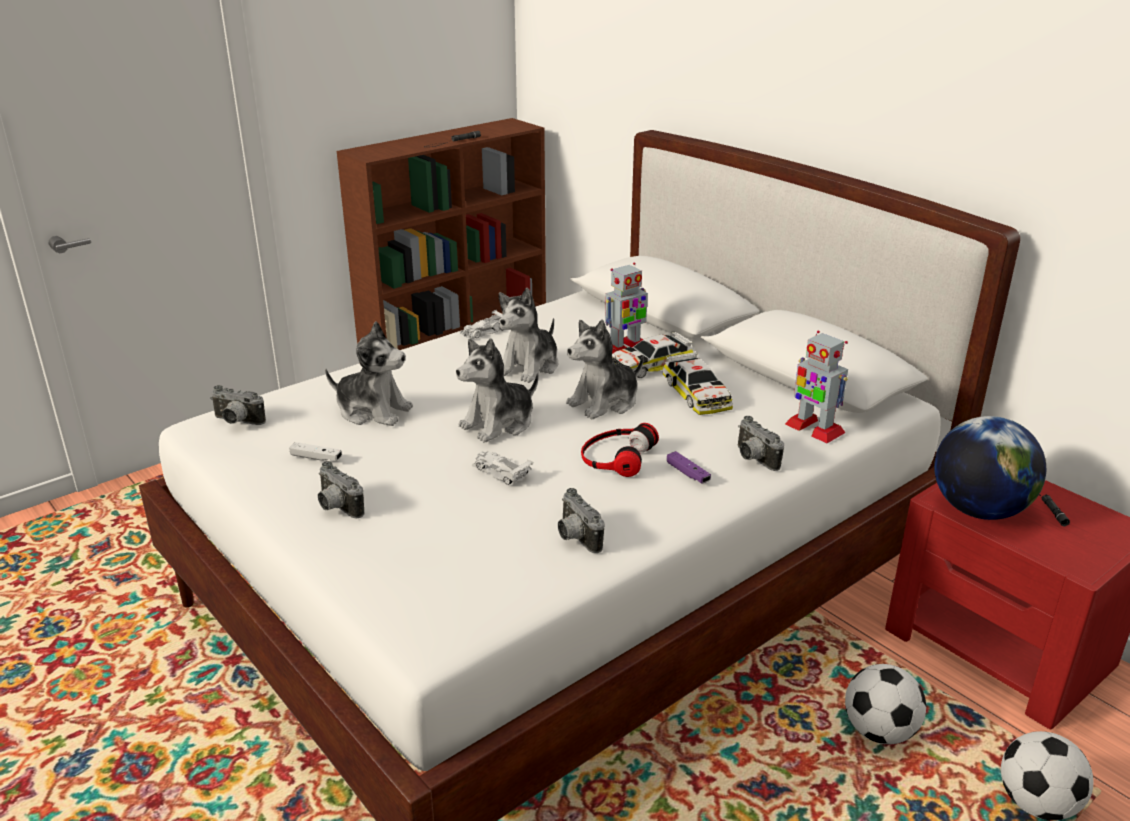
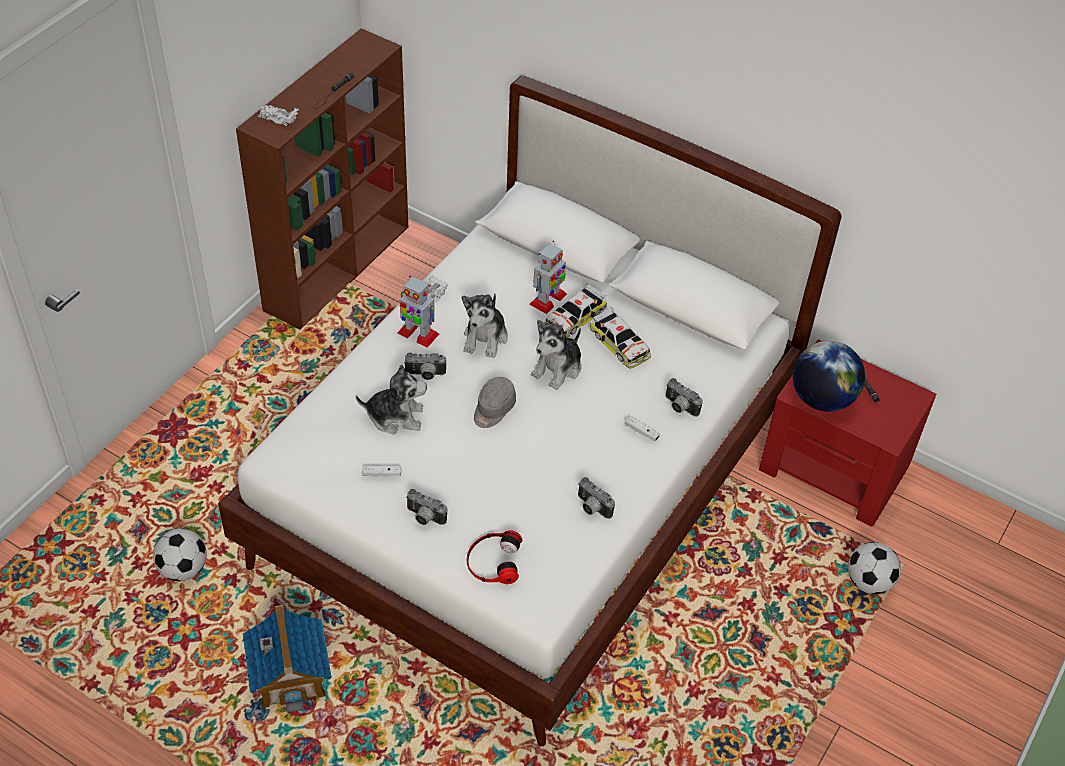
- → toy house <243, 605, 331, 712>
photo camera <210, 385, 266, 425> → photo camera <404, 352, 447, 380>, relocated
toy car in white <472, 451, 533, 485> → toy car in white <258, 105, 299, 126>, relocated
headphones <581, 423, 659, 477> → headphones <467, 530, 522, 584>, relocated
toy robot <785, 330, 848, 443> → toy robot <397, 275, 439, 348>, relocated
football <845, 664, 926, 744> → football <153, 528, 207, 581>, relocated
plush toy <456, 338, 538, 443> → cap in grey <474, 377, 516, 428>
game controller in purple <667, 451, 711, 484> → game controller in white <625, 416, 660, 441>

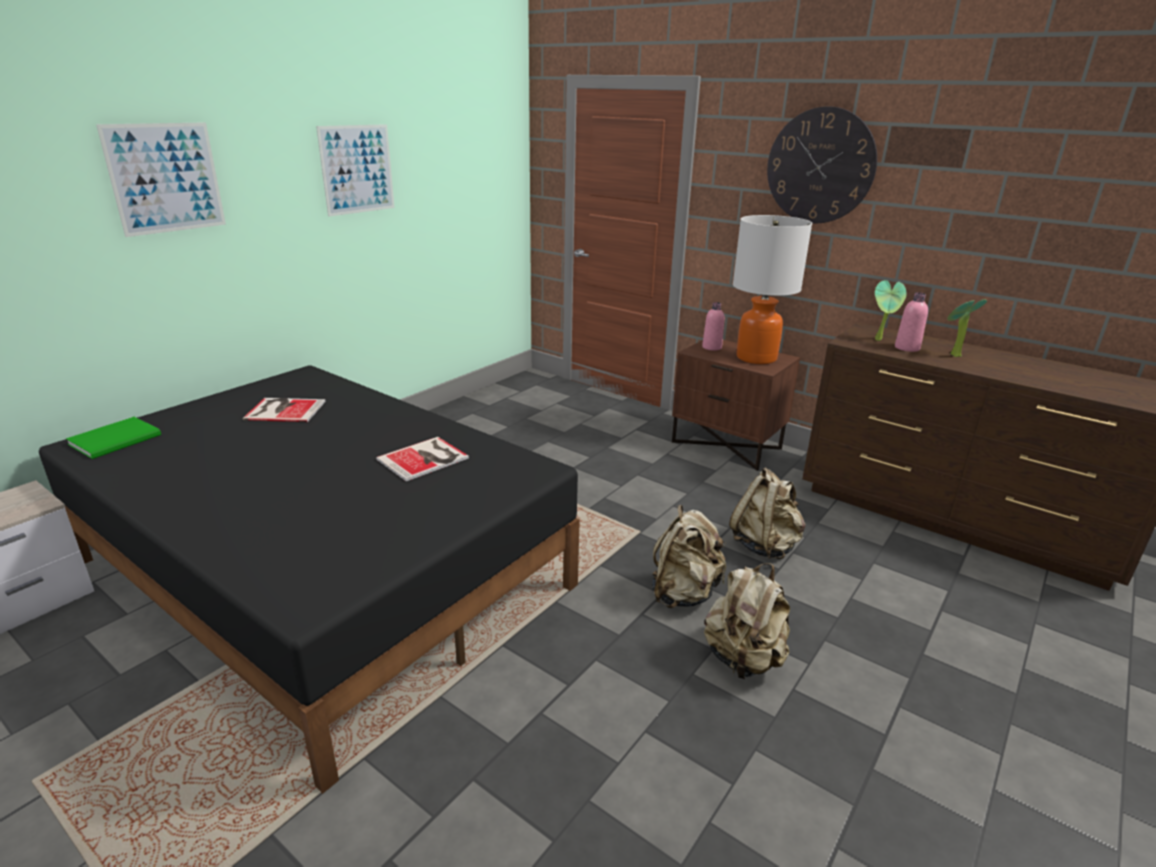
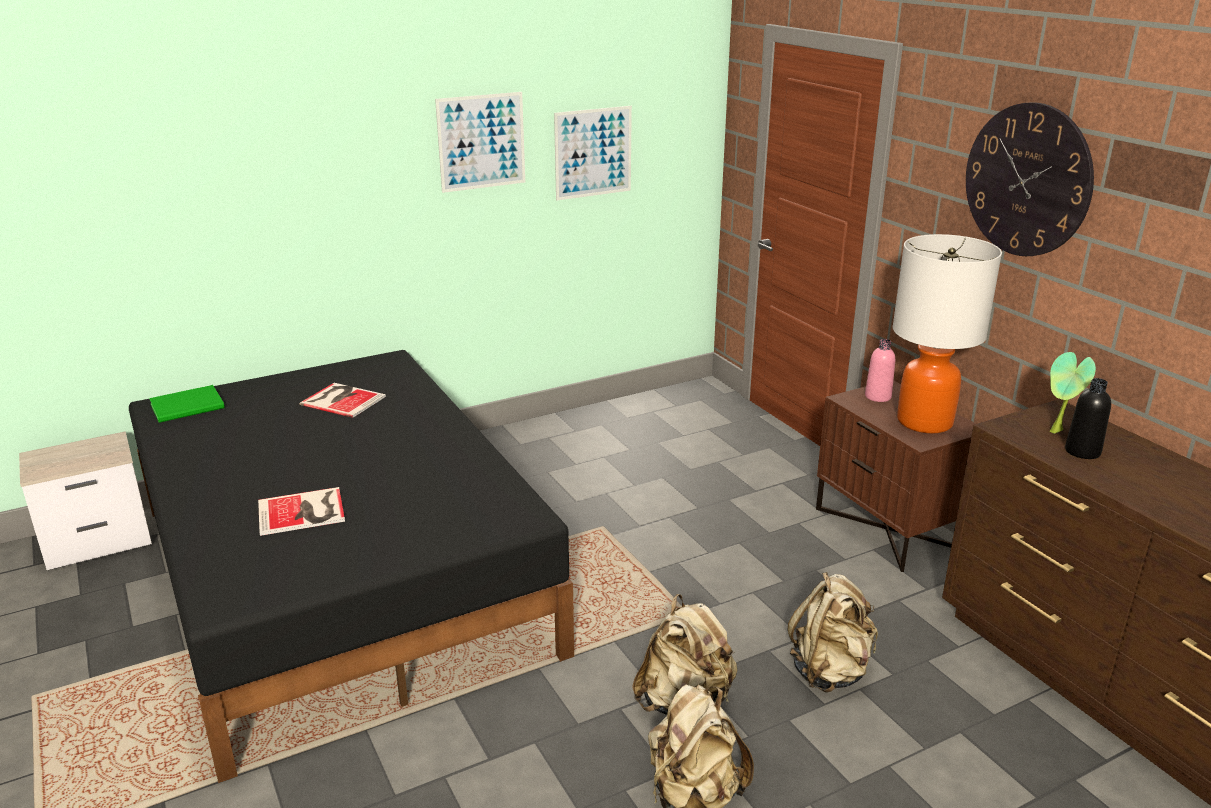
potted plant <947, 299, 987, 357> → -
picture <96, 122, 226, 237> → picture <554, 106, 632, 200>, relocated
book <376, 437, 469, 481> → book <258, 487, 345, 536>, relocated
bottle in pink <895, 292, 928, 352> → bottle in black <1065, 378, 1111, 459>

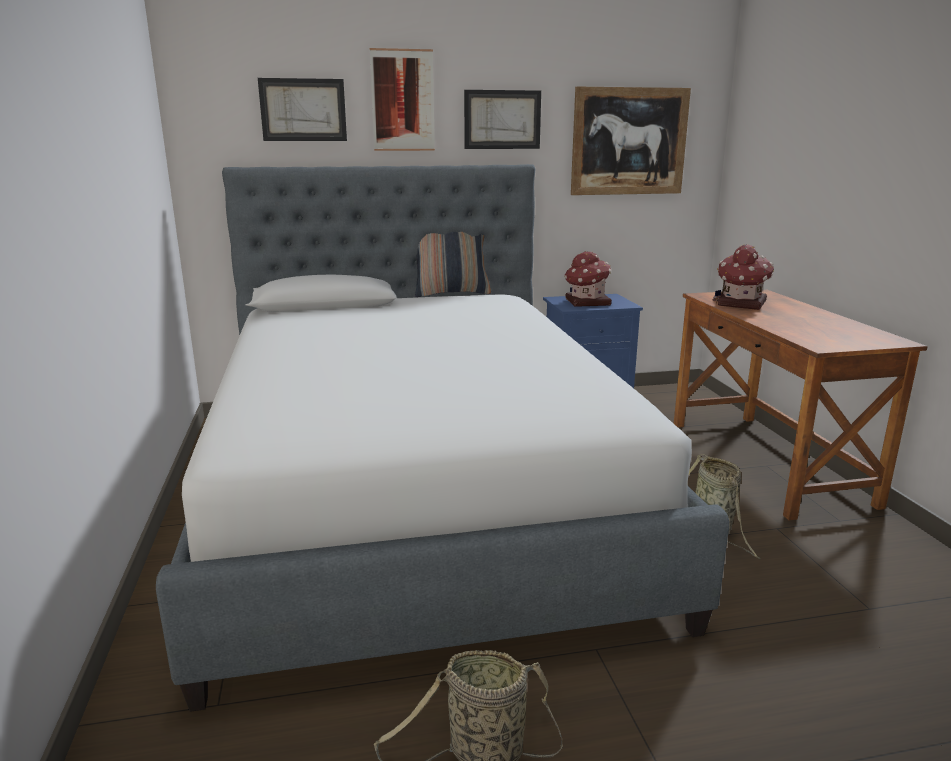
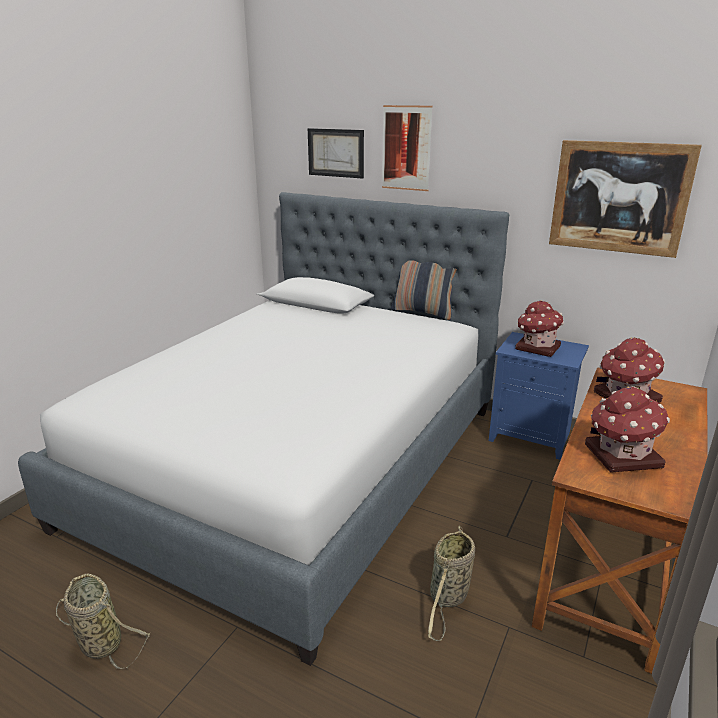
picture <464, 90, 541, 149> → -
- → toy house <585, 386, 670, 473>

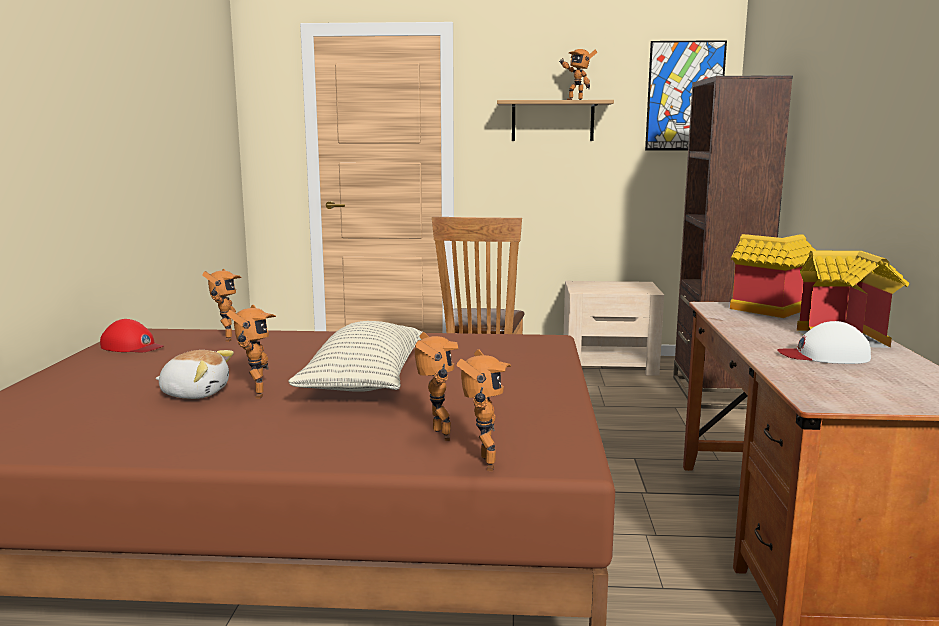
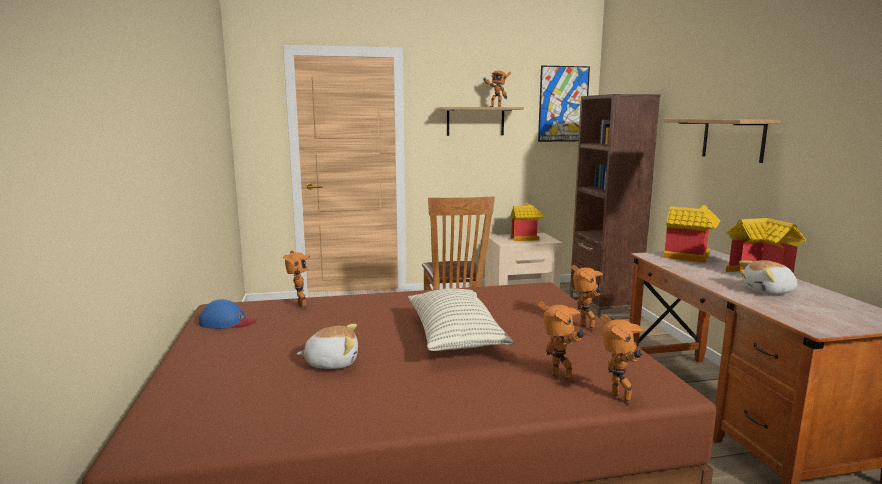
- → toy house <511, 203, 545, 241>
- → shelf <663, 119, 781, 163>
toy robot <227, 305, 276, 399> → toy robot <571, 265, 603, 331>, relocated
cap in white <777, 321, 871, 364> → plush toy <739, 260, 797, 295>
cap in red <100, 319, 164, 352> → cap in blue <199, 299, 257, 329>

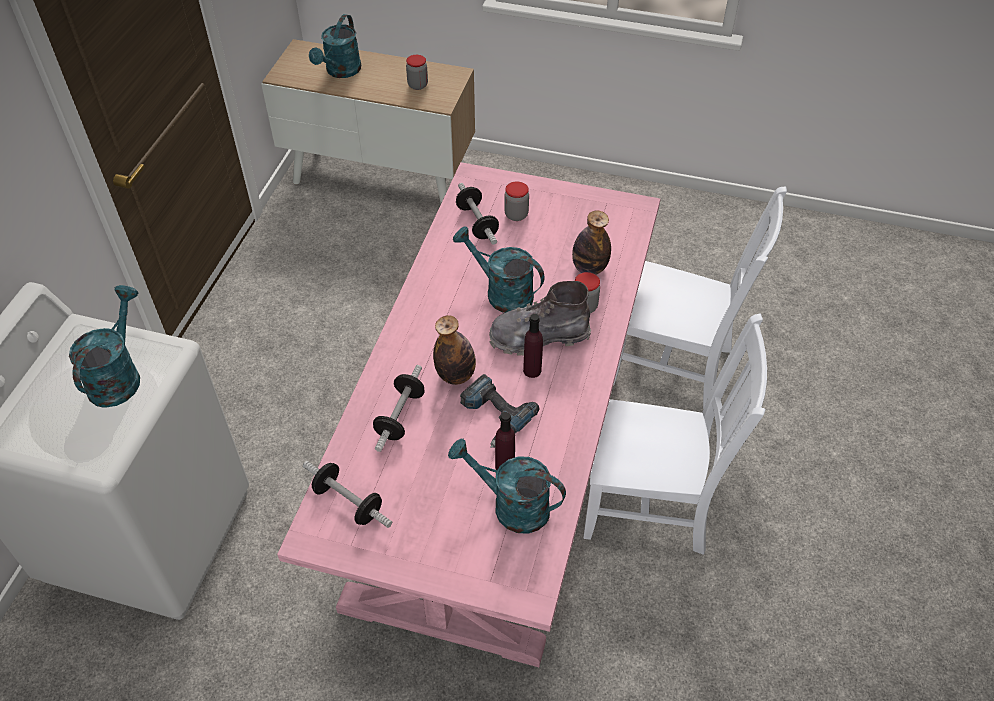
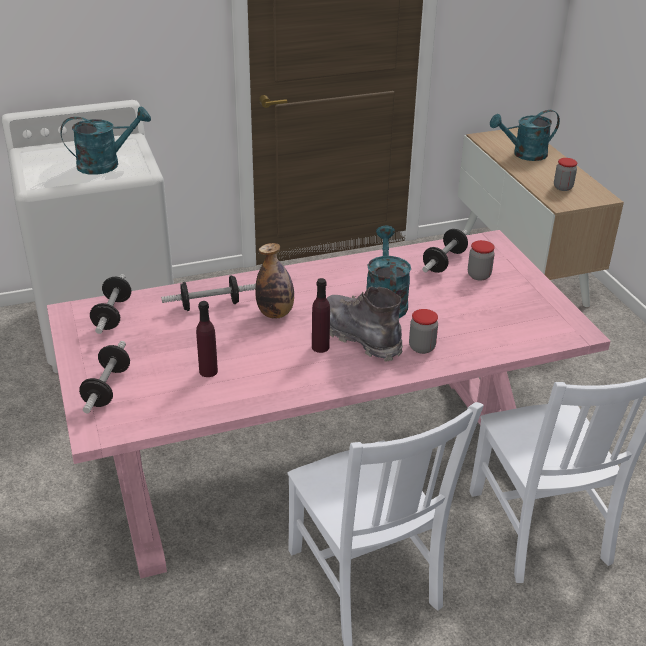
watering can in turquoise <448, 439, 566, 534> → -
power drill <460, 374, 539, 448> → -
bottle <572, 210, 611, 275> → -
- → dumbbell <79, 341, 130, 413>

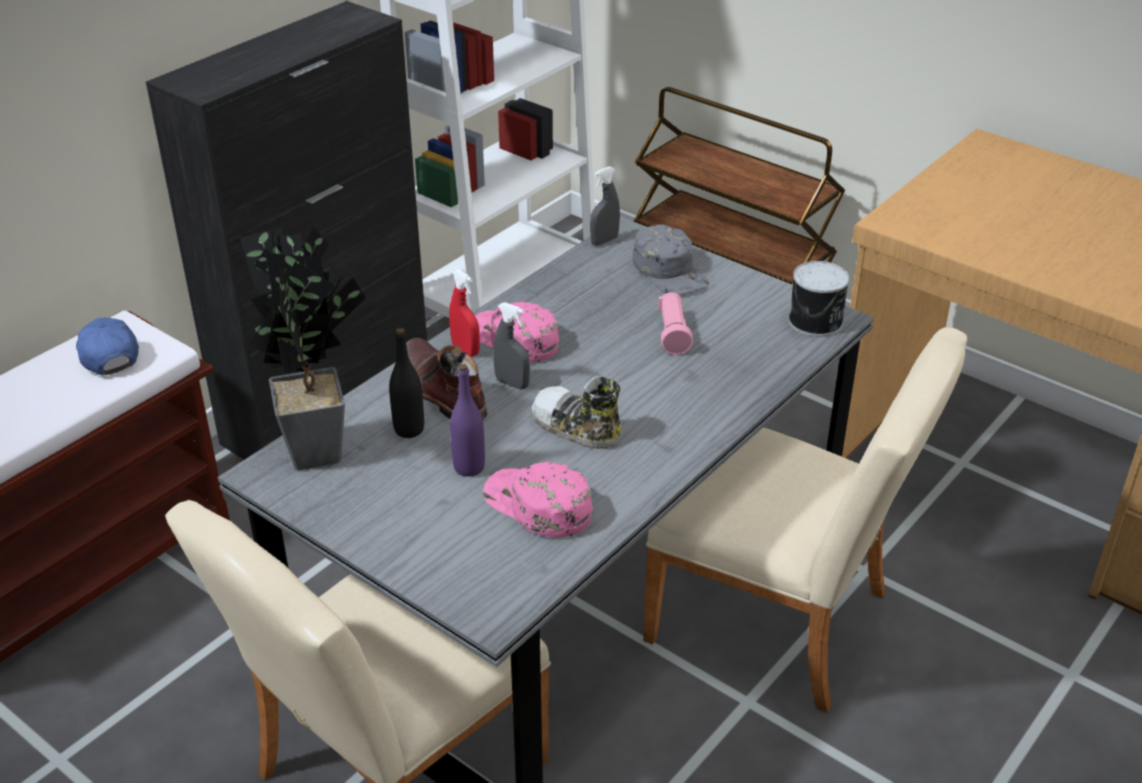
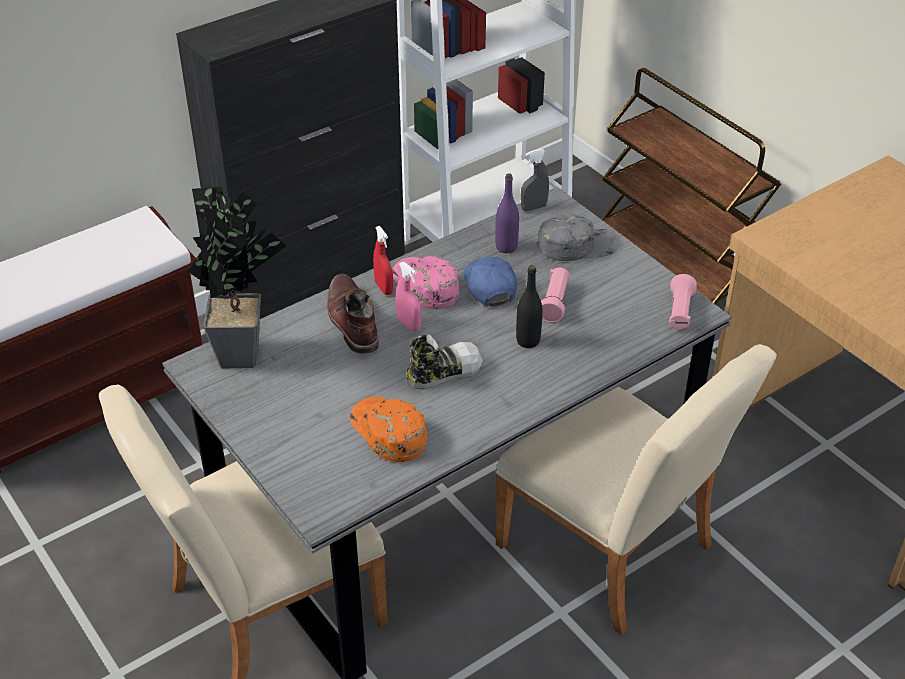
cap in blue <76, 318, 139, 375> → cap in blue <464, 256, 517, 307>, relocated
bottle in black <389, 328, 424, 438> → bottle in black <516, 265, 543, 348>, relocated
bottle in purple <450, 364, 485, 477> → bottle in purple <495, 173, 519, 253>, relocated
can <788, 261, 850, 337> → flashlight in pink <669, 274, 697, 330>
cap in pink <483, 462, 593, 537> → cap in orange <350, 397, 427, 462>
spray bottle in grey <493, 302, 530, 389> → spray bottle in pink <396, 262, 421, 331>
shoe <531, 376, 622, 449> → shoe <406, 334, 483, 390>, 105 degrees clockwise
cap in grey <633, 224, 709, 295> → cap in grey <537, 214, 619, 261>, 90 degrees counterclockwise

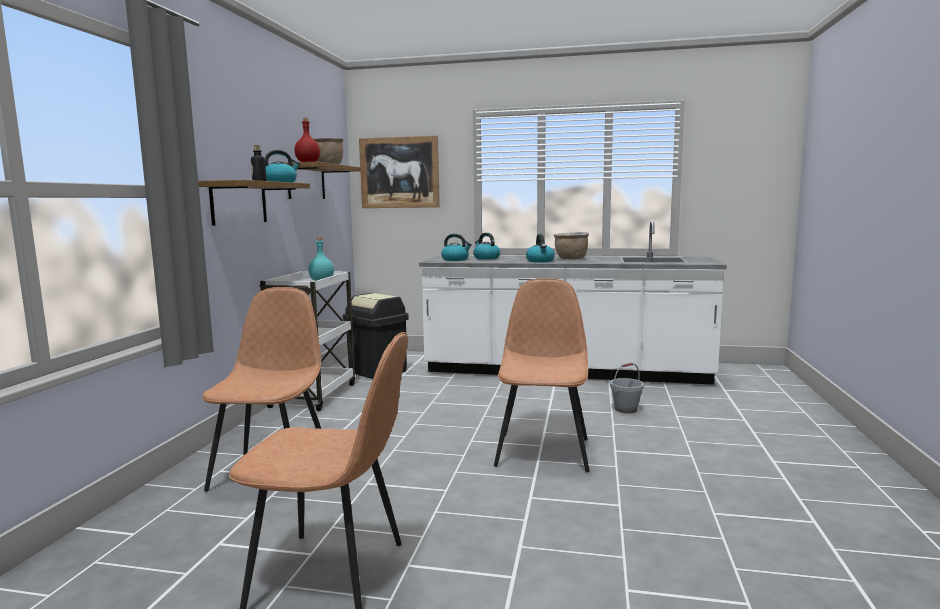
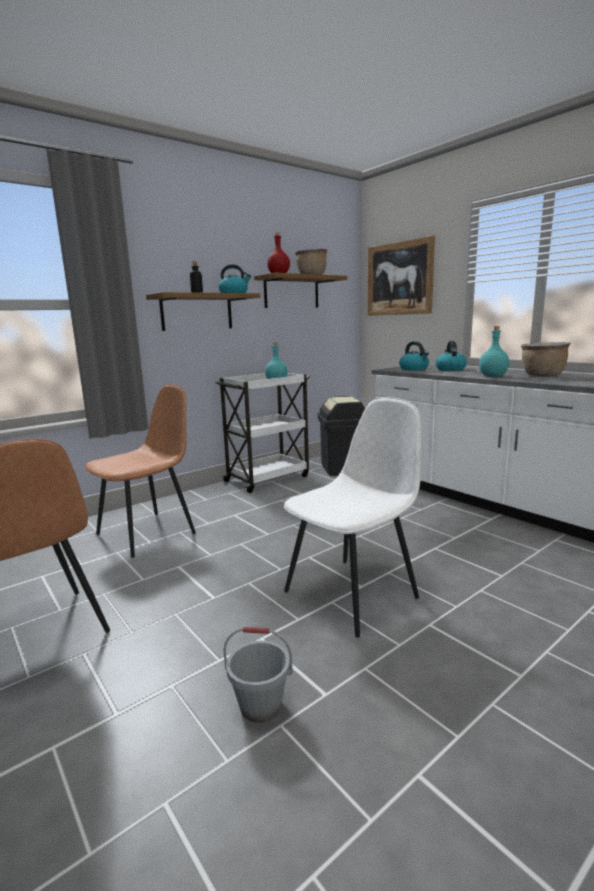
bucket in grey <610, 363, 644, 413> → bucket in grey <224, 627, 293, 722>, relocated
kettle <526, 234, 555, 263> → bottle in turquoise <479, 326, 509, 377>
chair in brown <494, 278, 590, 472> → chair in white <284, 397, 421, 638>

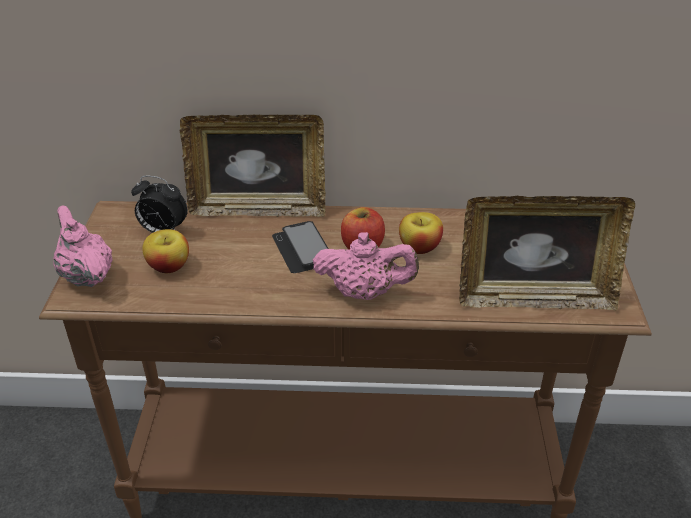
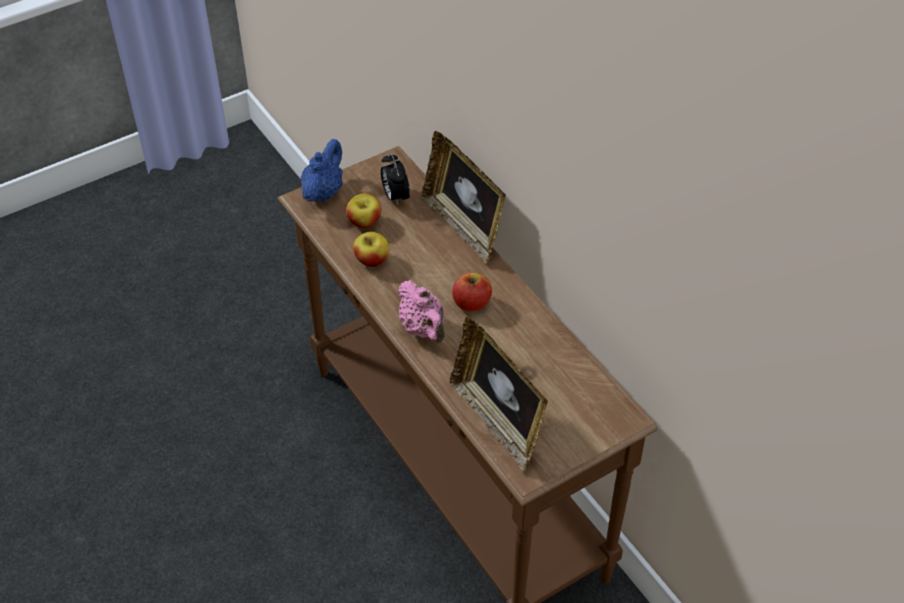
phone <272, 221, 329, 273> → -
apple <399, 212, 443, 254> → apple <353, 232, 390, 267>, relocated
teapot in pink <53, 206, 112, 287> → teapot in blue <301, 139, 343, 202>

